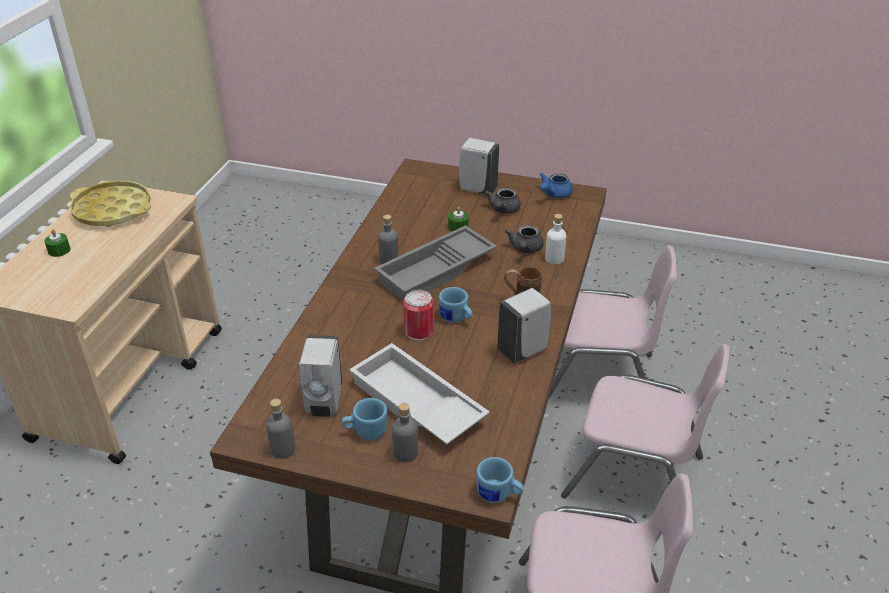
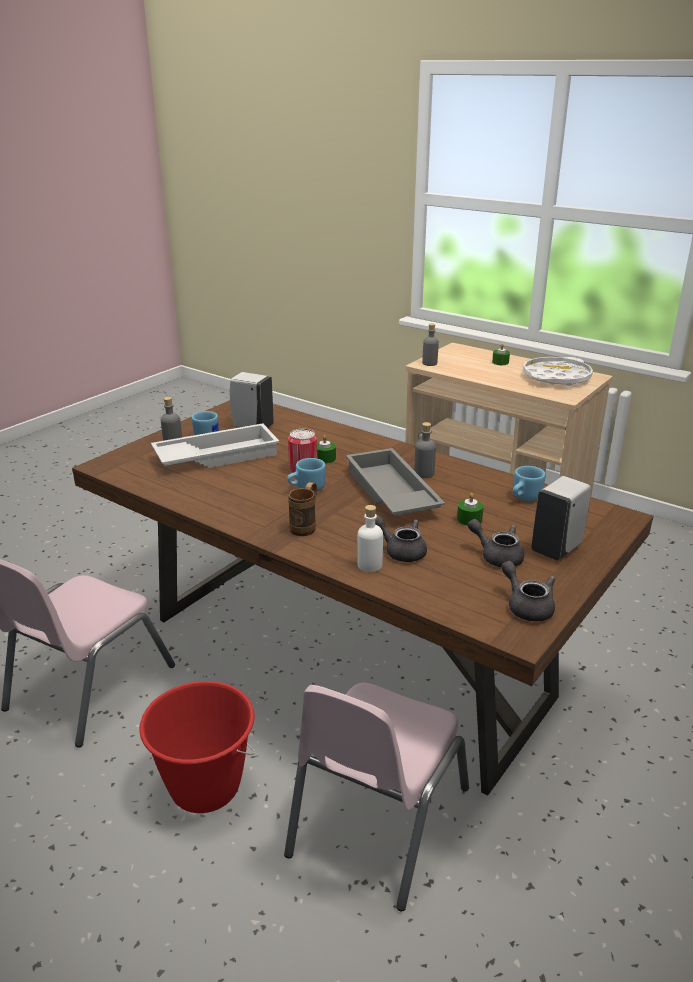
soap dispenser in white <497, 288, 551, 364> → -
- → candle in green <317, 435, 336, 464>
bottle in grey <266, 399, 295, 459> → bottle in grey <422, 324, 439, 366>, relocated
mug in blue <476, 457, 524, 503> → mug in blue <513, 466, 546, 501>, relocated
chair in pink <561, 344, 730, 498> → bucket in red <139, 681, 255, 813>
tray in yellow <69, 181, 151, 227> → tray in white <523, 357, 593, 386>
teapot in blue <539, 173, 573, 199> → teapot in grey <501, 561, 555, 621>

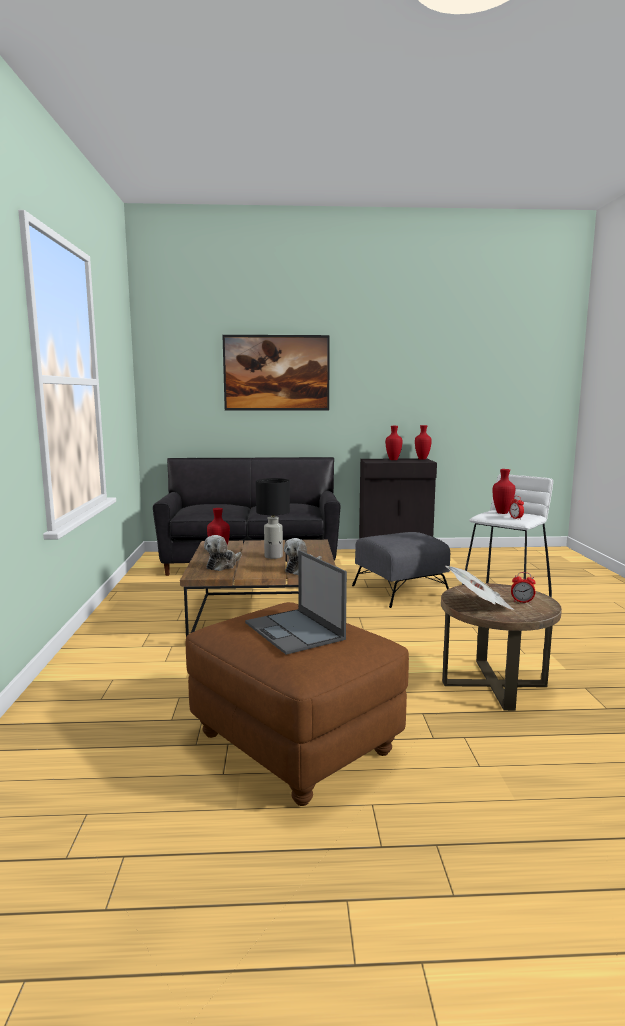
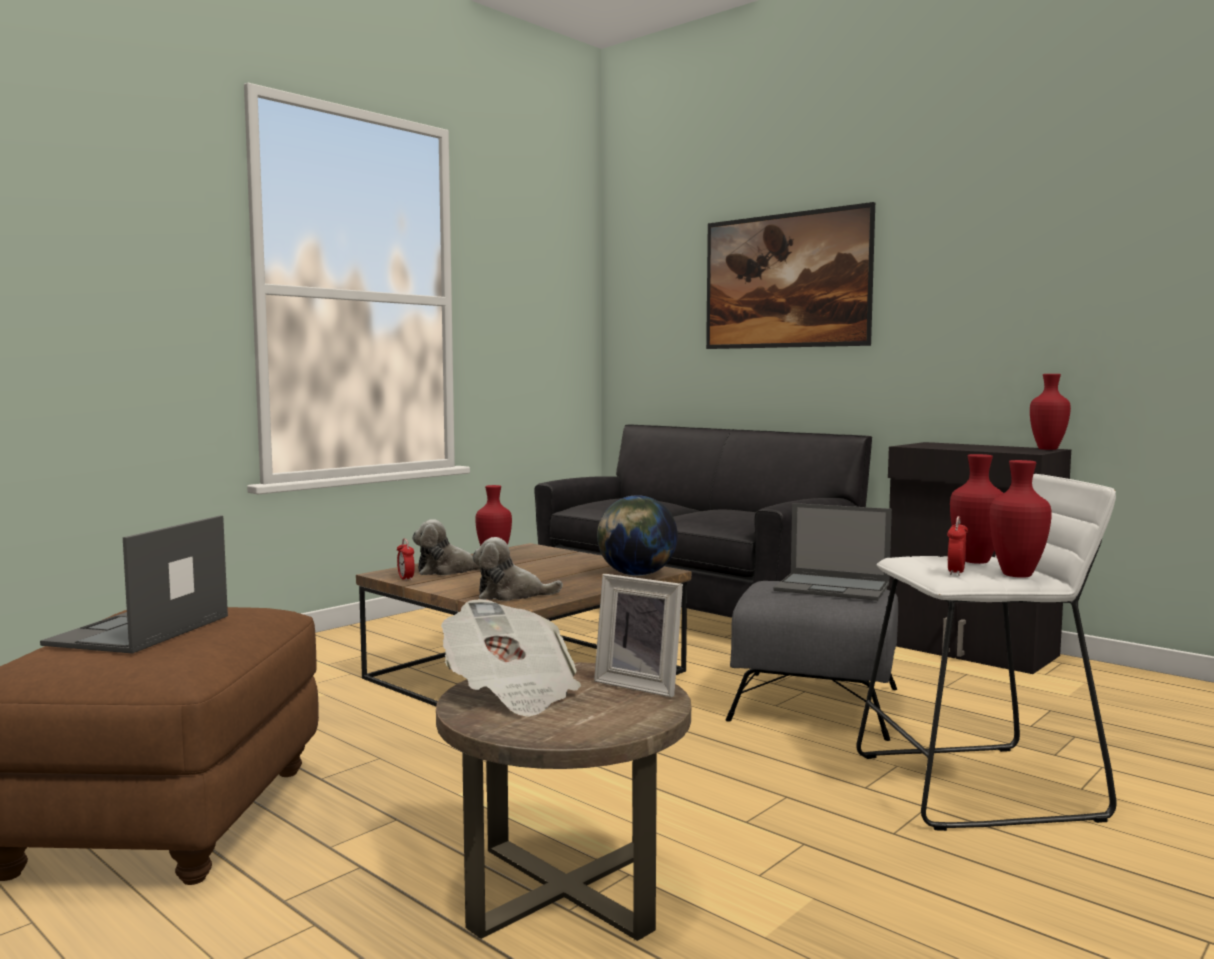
table lamp in black <256, 478, 290, 559> → -
- → picture frame <594, 574, 683, 697>
- → globe <597, 495, 678, 576>
- → laptop <774, 503, 892, 601>
vase in red <386, 426, 402, 460> → vase in red <990, 460, 1052, 578>, relocated
alarm clock <511, 572, 536, 603> → alarm clock <397, 539, 415, 581>, relocated

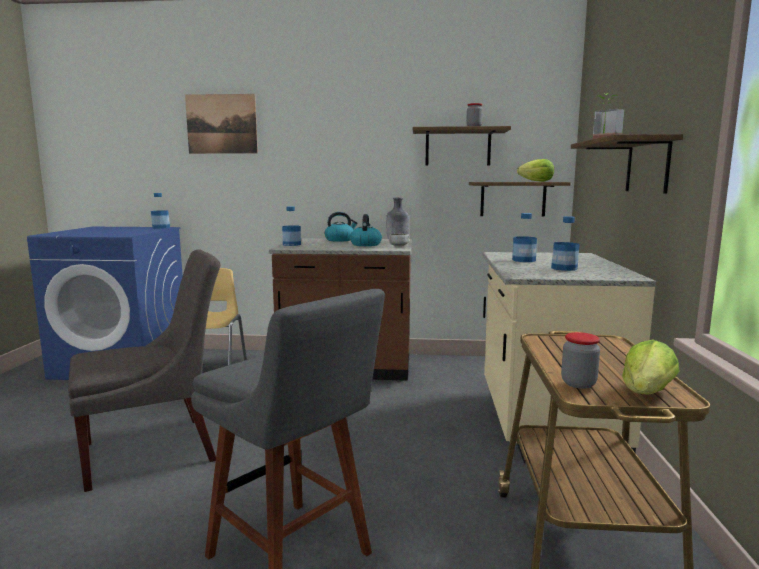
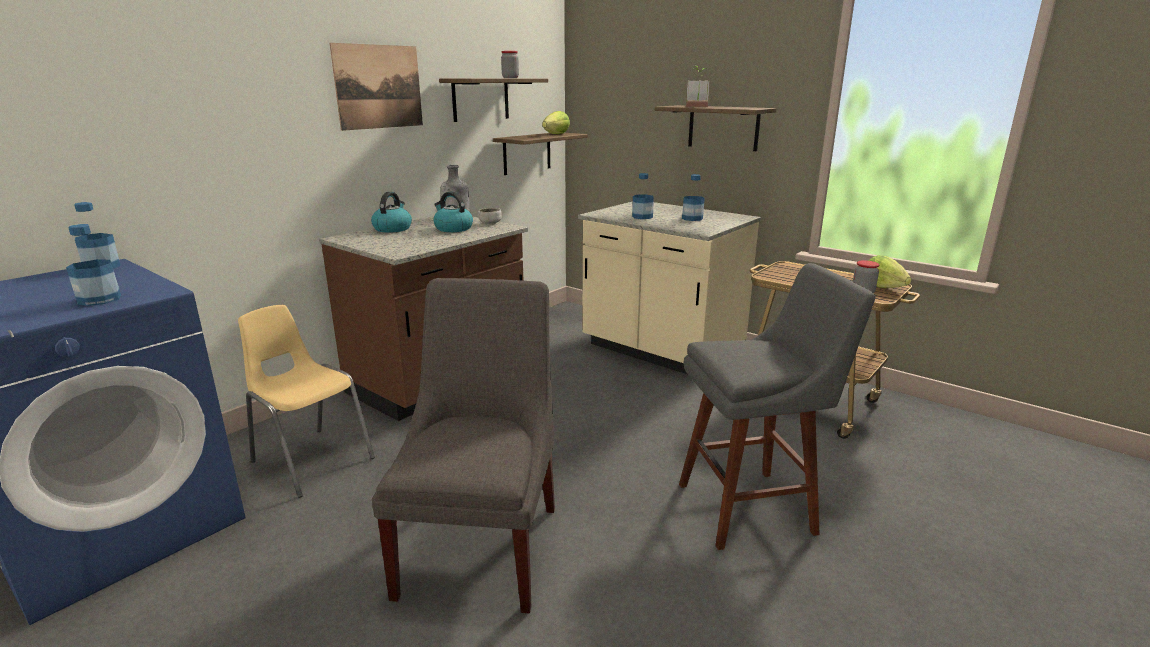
picture <185, 94, 258, 154> → picture <330, 43, 423, 131>, relocated
bottle <282, 206, 301, 246> → bottle <66, 224, 121, 306>, relocated

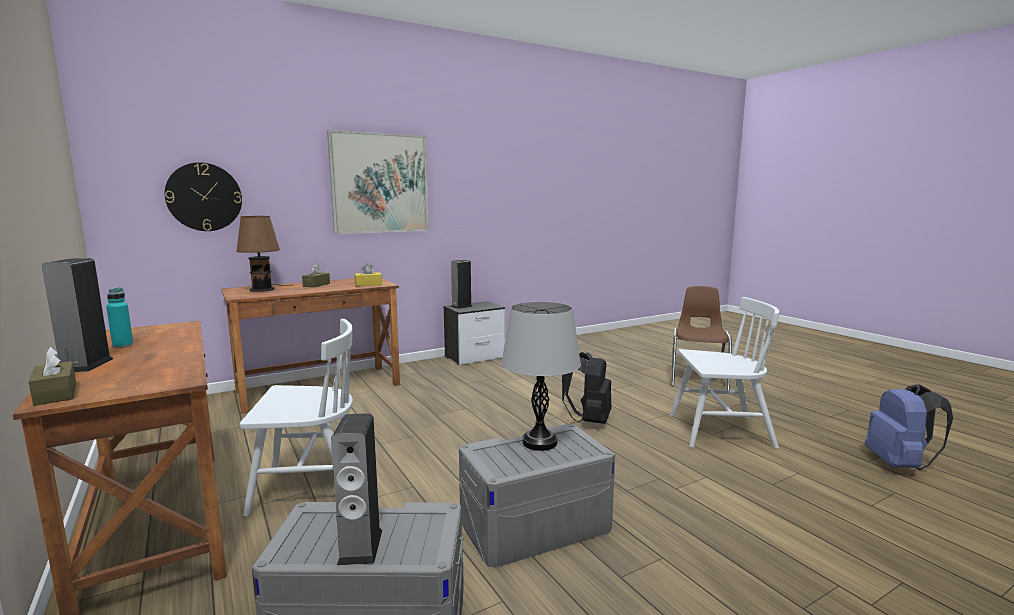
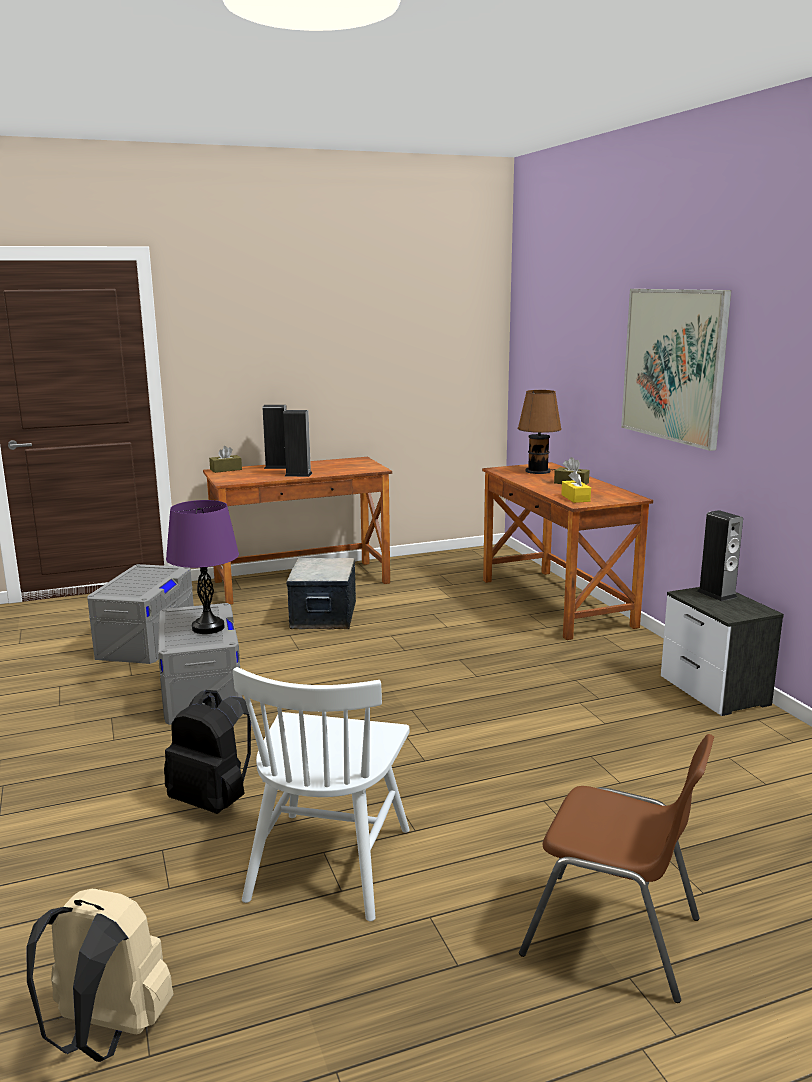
bottle in turquoise <106, 287, 133, 348> → -
wall clock <165, 162, 242, 231> → -
speaker <331, 413, 382, 565> → speaker <283, 410, 312, 477>, relocated
backpack in black <562, 352, 612, 424> → backpack in black <164, 690, 251, 814>, relocated
chair in white <240, 319, 353, 517> → storage box <286, 558, 356, 629>
table lamp in grey <501, 302, 581, 451> → table lamp in purple <166, 500, 239, 634>
backpack in blue <865, 384, 953, 470> → backpack in beige <27, 889, 174, 1062>

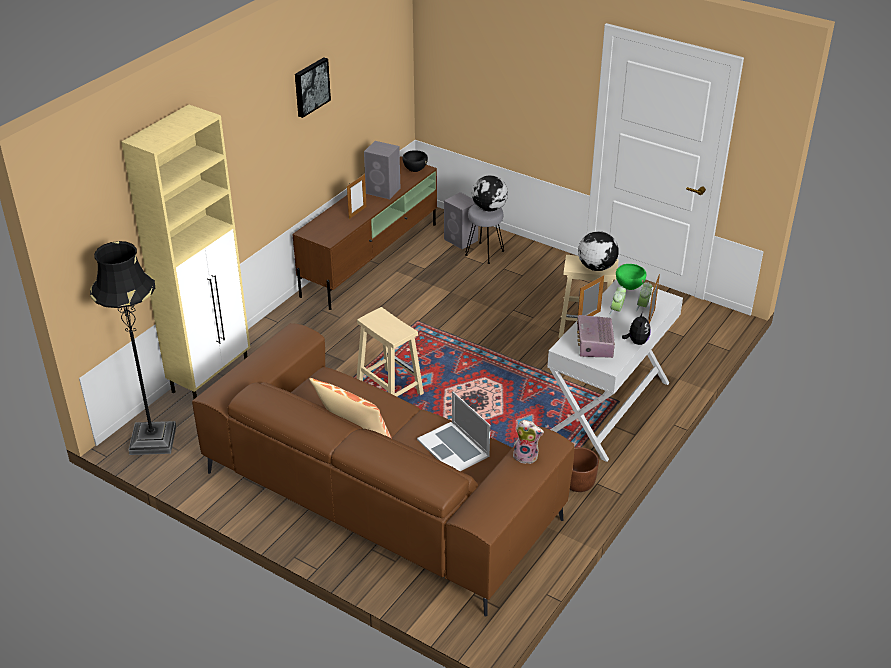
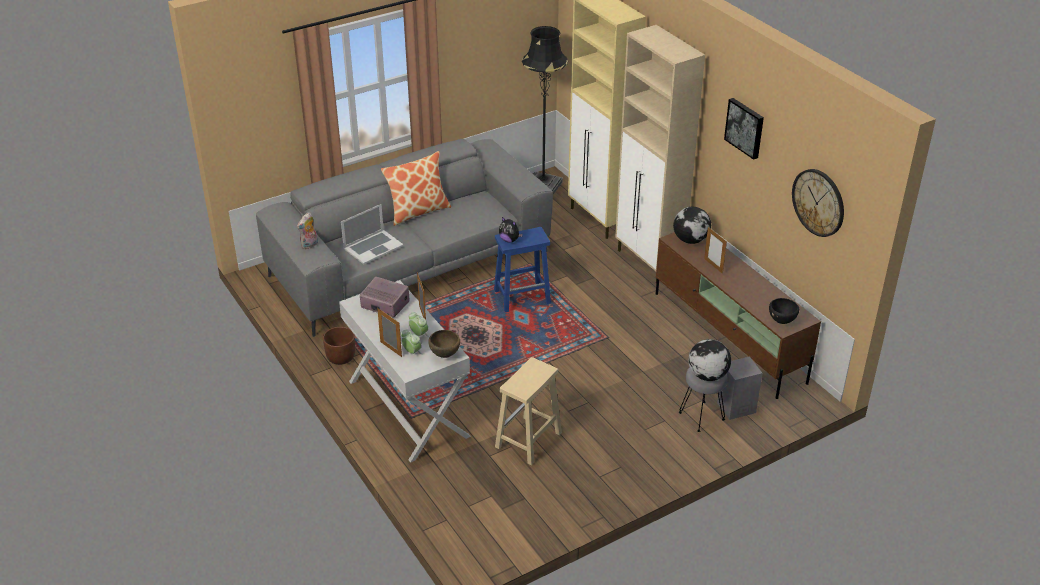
speaker in grey <364, 141, 400, 199> → -
- → cabinet in beige <615, 25, 705, 283>
- → wall clock <792, 169, 844, 237>
globe <578, 231, 619, 271> → globe <673, 207, 711, 244>, relocated
plush toy <622, 311, 651, 345> → plush toy <499, 217, 523, 243>, relocated
sofa in brown <192, 323, 575, 616> → sofa in grey <256, 139, 553, 337>
stool in beige <356, 307, 424, 396> → stool in blue <494, 227, 551, 312>
bowl in green <616, 264, 646, 290> → bowl in brown <428, 330, 460, 358>
laptop <417, 391, 490, 471> → laptop <341, 204, 403, 264>, 150 degrees clockwise

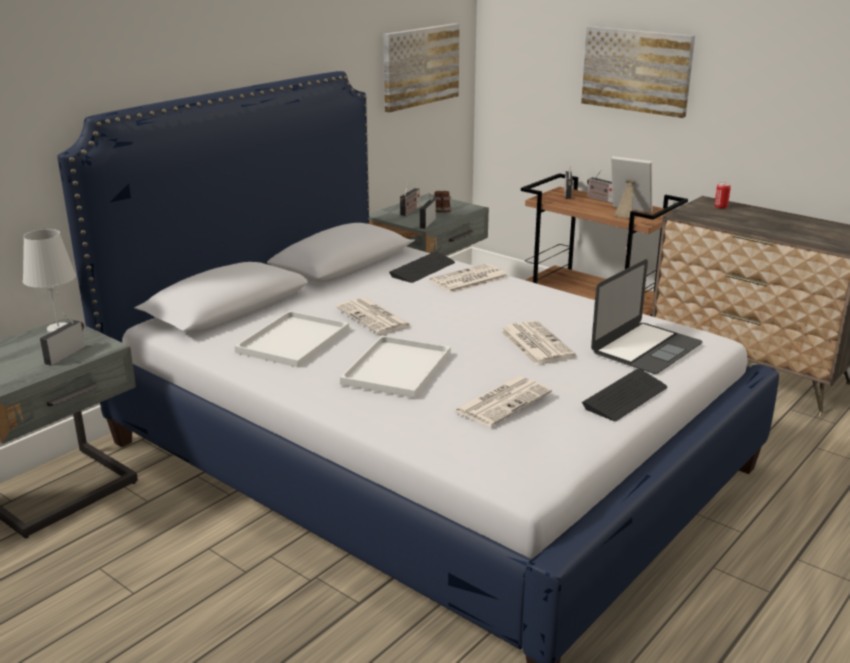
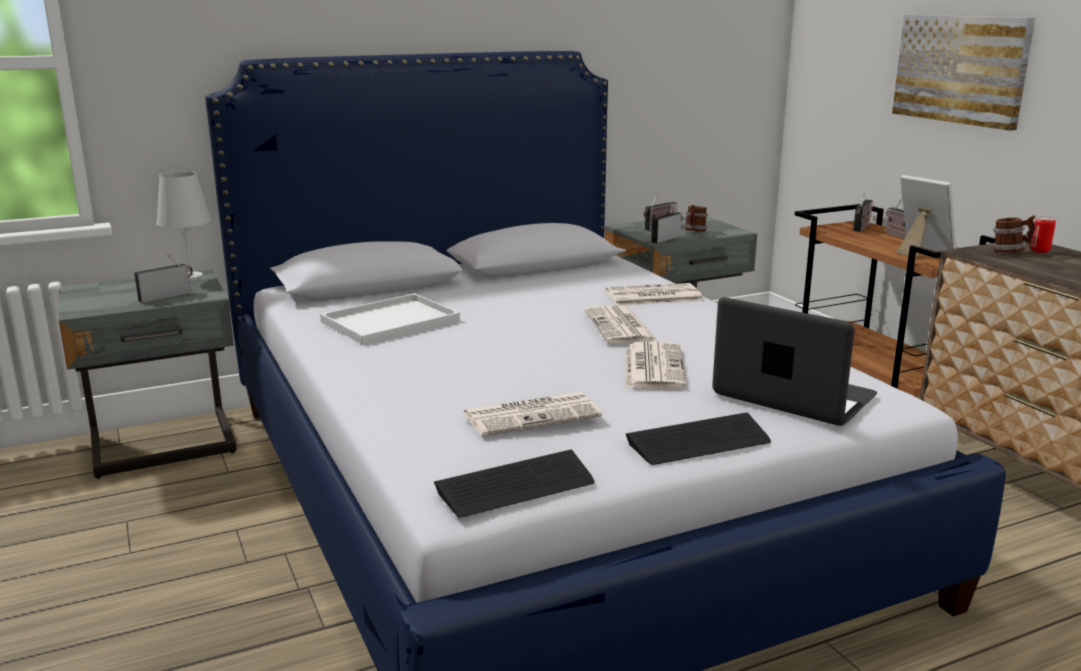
tray in white <340, 336, 451, 398> → -
picture <383, 23, 460, 113> → -
- → mug <993, 215, 1036, 253>
newspaper <336, 298, 412, 335> → newspaper <584, 305, 658, 344>, relocated
keyboard <389, 251, 455, 283> → keyboard <434, 449, 595, 518>, relocated
laptop <591, 259, 702, 374> → laptop <712, 297, 877, 426>, 120 degrees counterclockwise

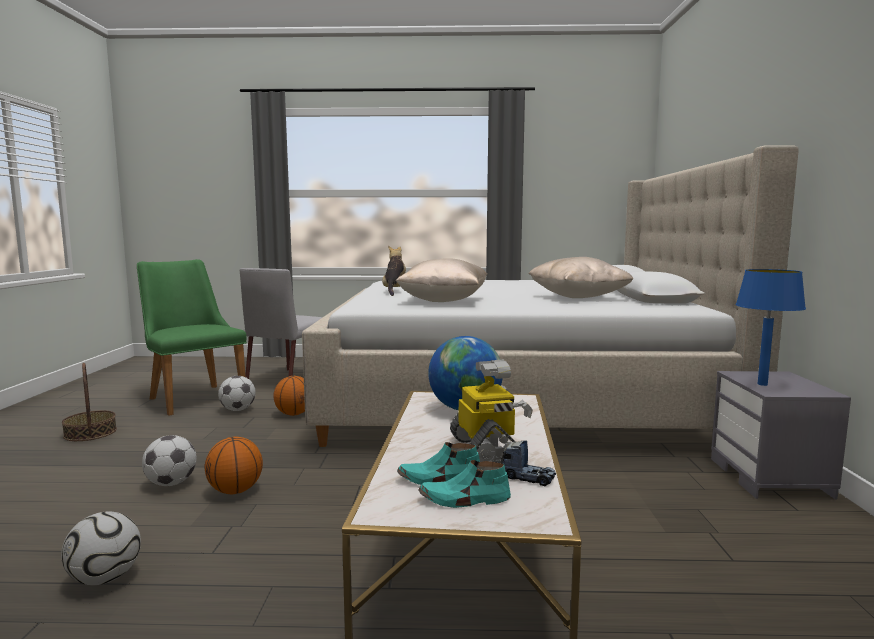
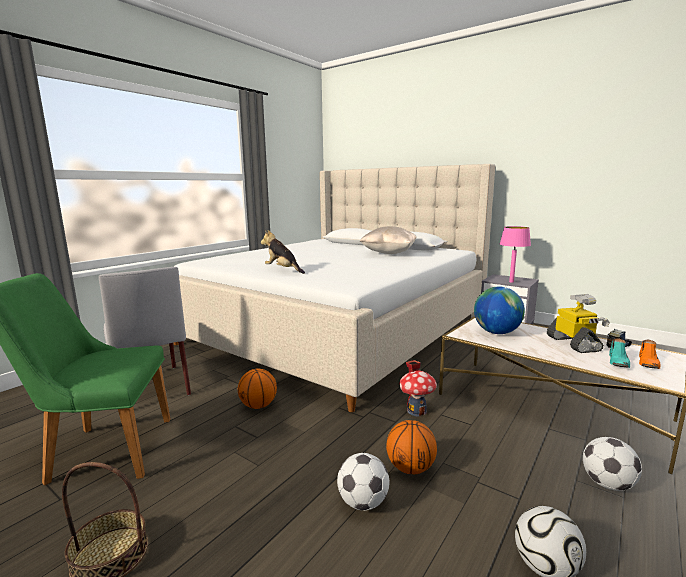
pillow in beige <396, 258, 488, 302> → -
- → toy house <399, 360, 437, 416>
football <218, 376, 256, 411> → football <583, 437, 642, 491>, relocated
shoe in turquoise <418, 460, 511, 508> → shoe in orange <639, 339, 661, 369>
table lamp in blue <736, 269, 806, 386> → table lamp in pink <500, 226, 531, 283>
toy robot <450, 359, 533, 463> → toy robot <547, 294, 610, 353>, 60 degrees clockwise

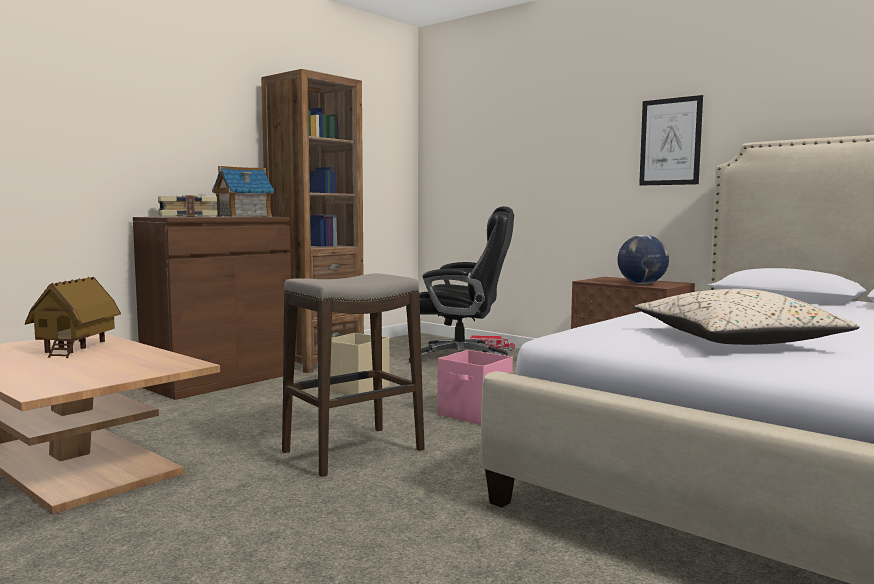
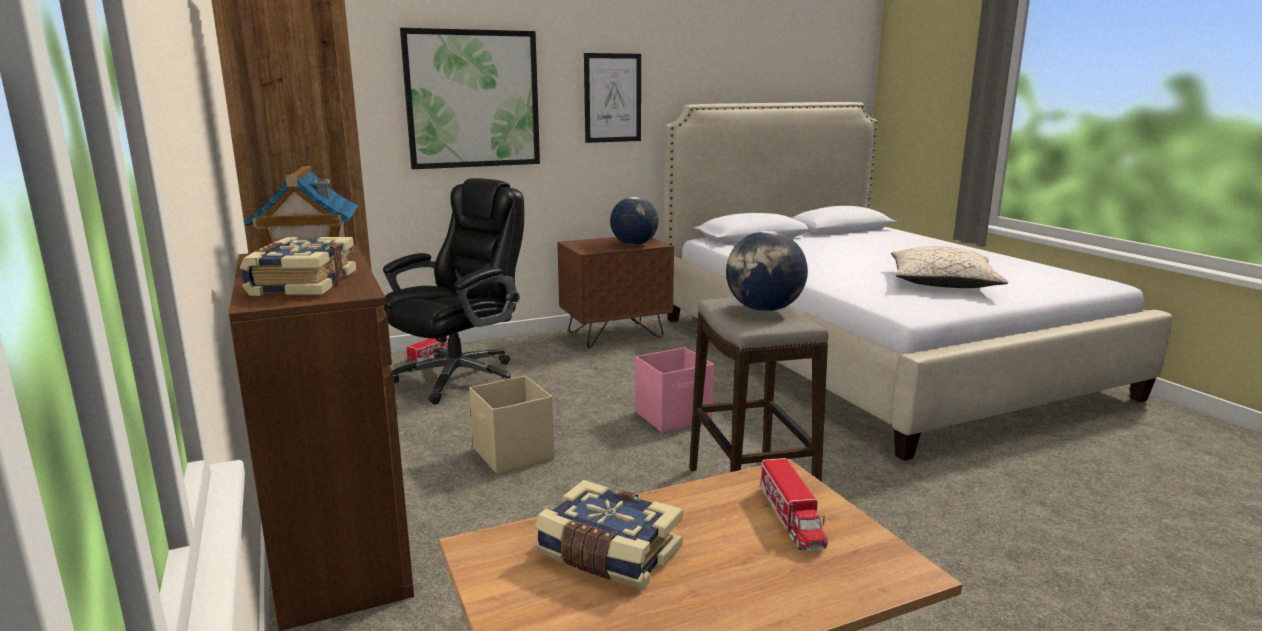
- → picture <400, 28, 540, 169>
- → globe <726, 231, 808, 312>
- → toy truck <760, 458, 828, 551>
toy house <25, 277, 121, 358> → book <535, 480, 683, 589>

